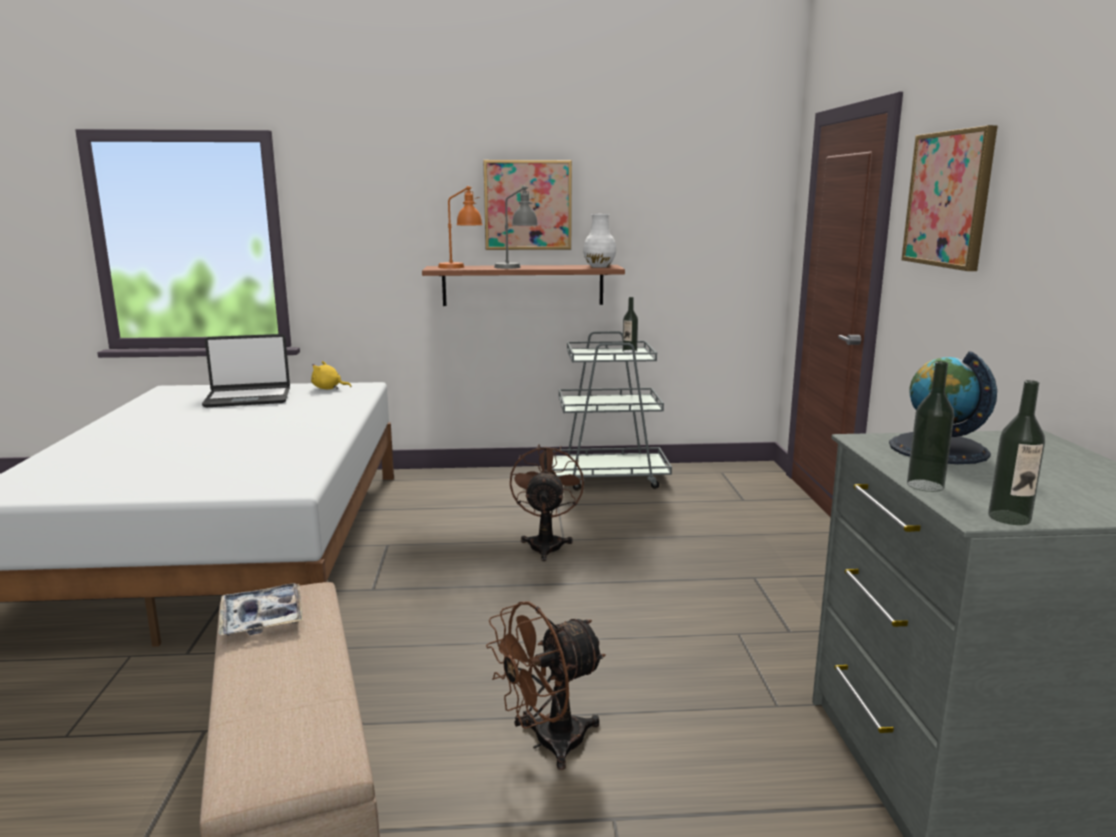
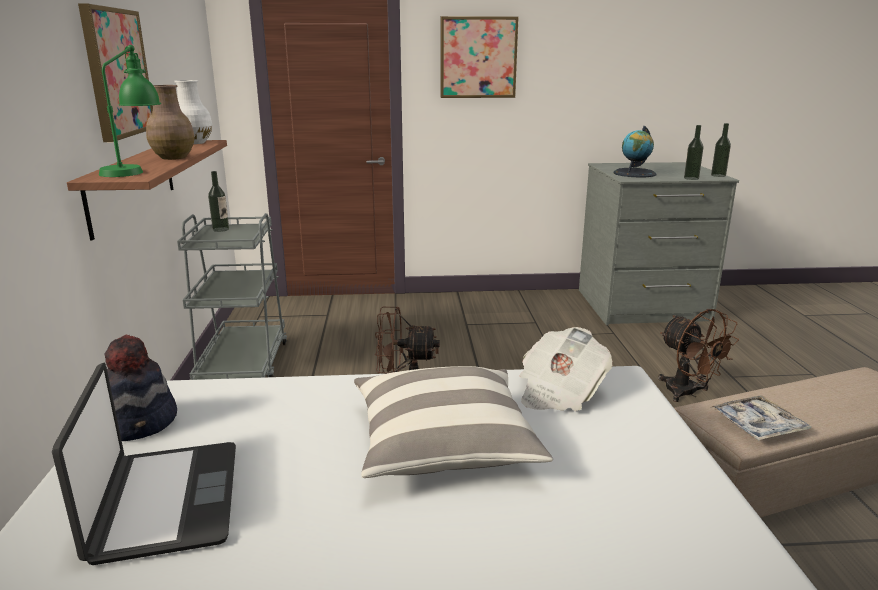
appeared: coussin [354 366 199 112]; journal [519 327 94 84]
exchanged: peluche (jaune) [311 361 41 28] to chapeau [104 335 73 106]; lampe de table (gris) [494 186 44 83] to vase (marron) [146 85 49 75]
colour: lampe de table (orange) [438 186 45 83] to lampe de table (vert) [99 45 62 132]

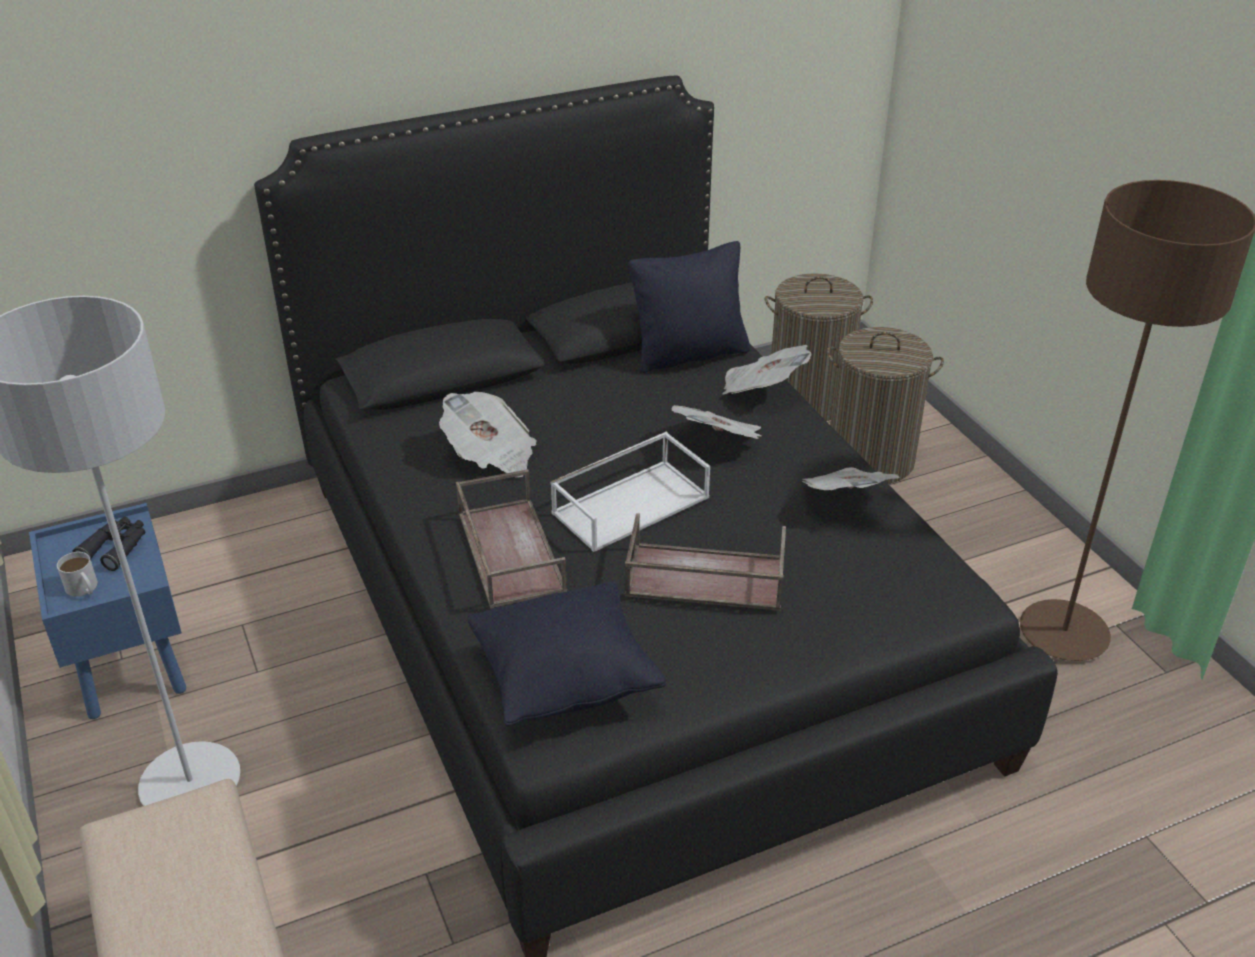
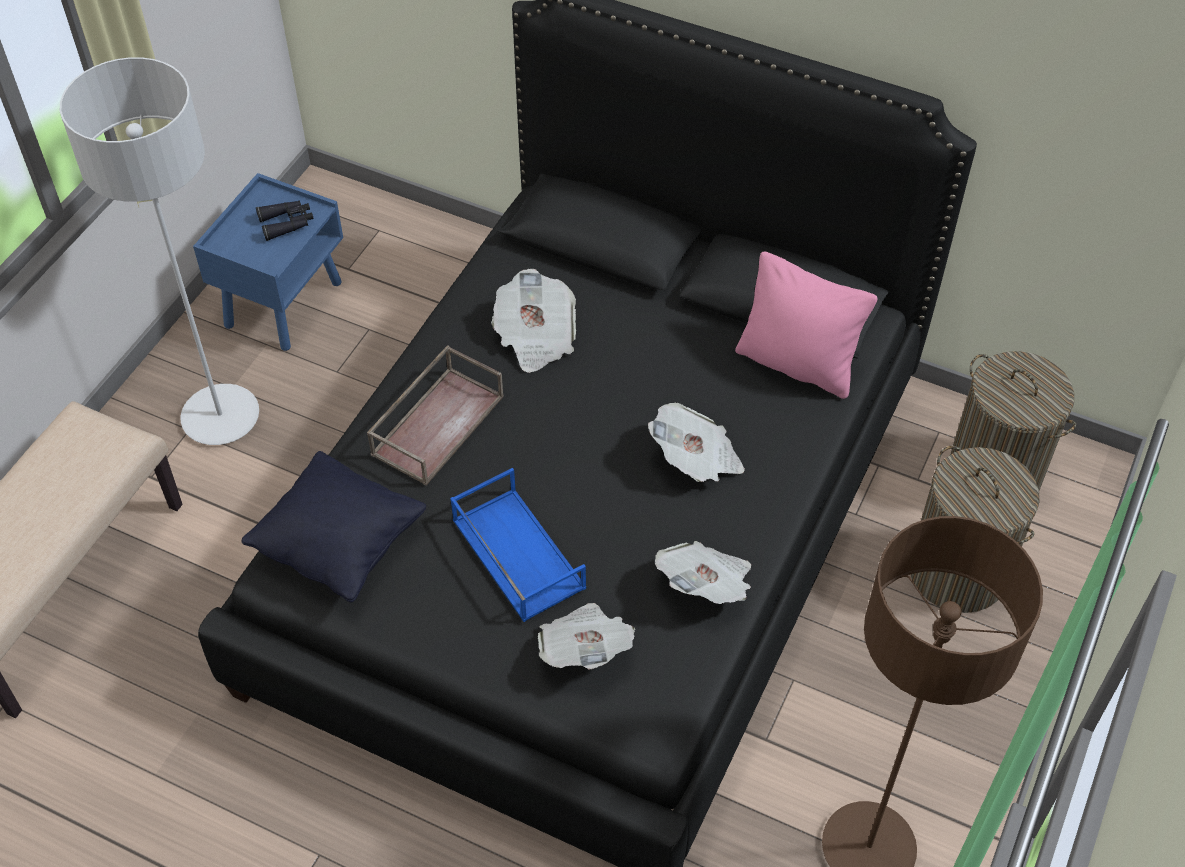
missing: mug (blanc) [57 552 41 44]; plateau (blanc) [550 432 160 120]
relocated: journal [723 345 88 50] to [538 603 97 67]
colour: plateau (marron) [625 513 161 98] to plateau (bleu) [450 468 136 154]; coussin (noir) [628 241 122 132] to coussin (rose) [735 251 143 148]

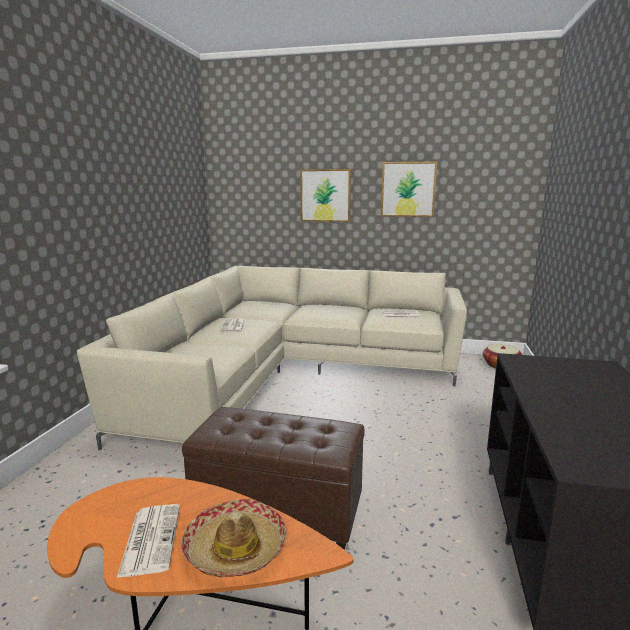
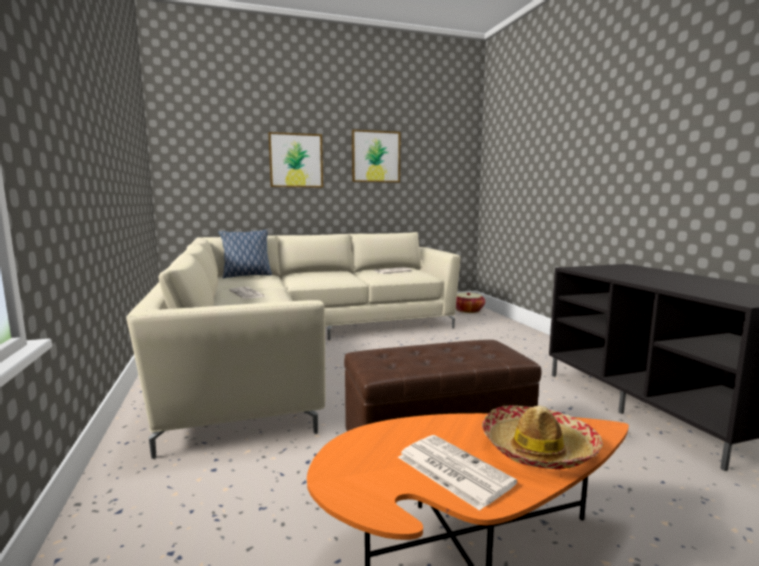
appeared: coussin [218 229 54 49]

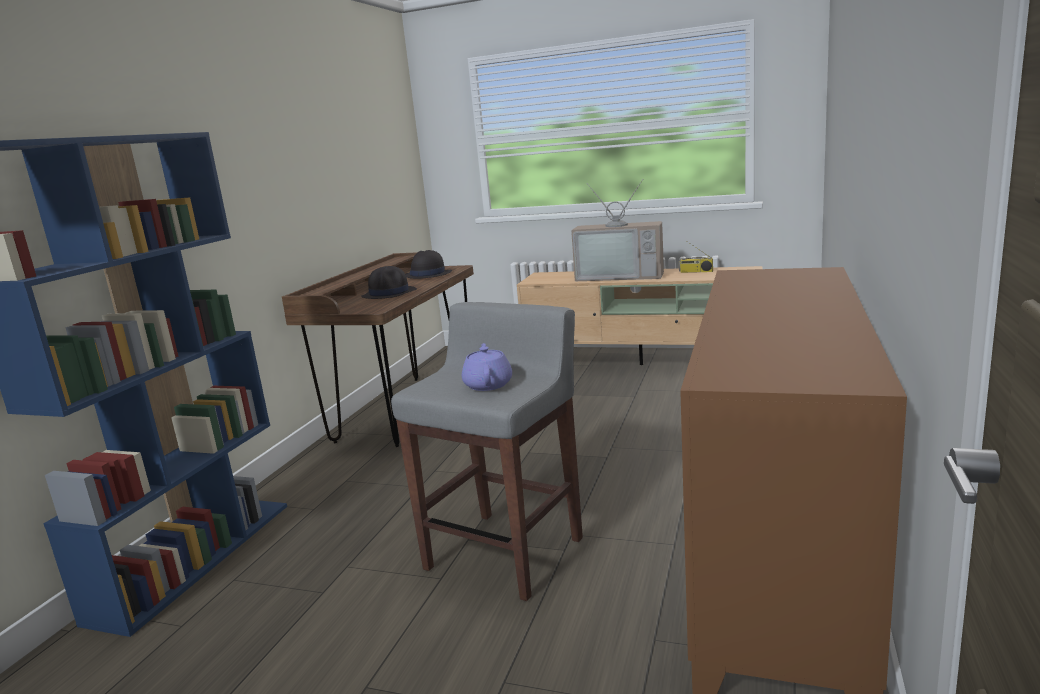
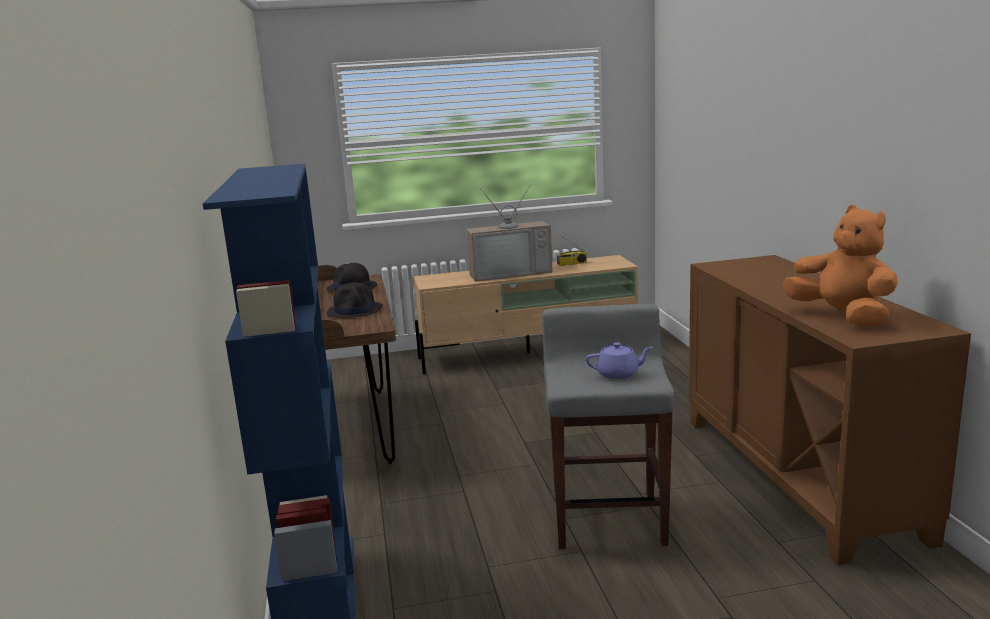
appeared: peluche (orange) [783 205 115 121]
spun: théière (violet) [462 343 50 48] = [586 342 67 37] 120 degrees clockwise

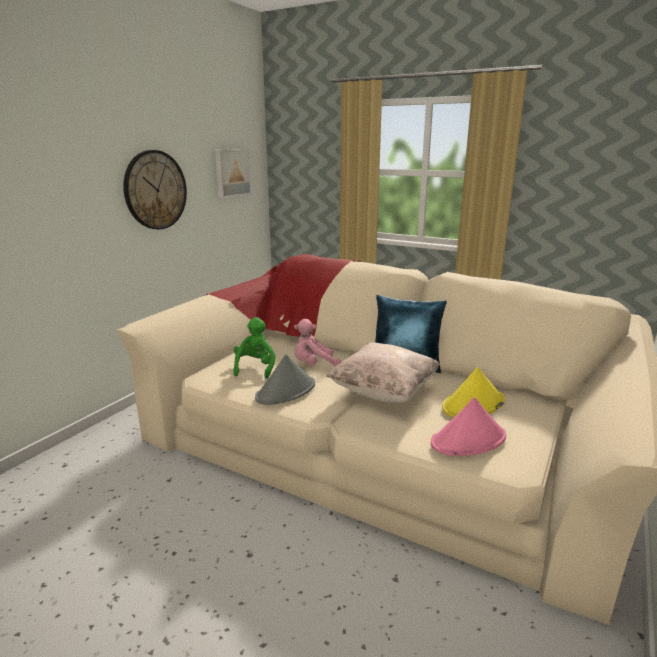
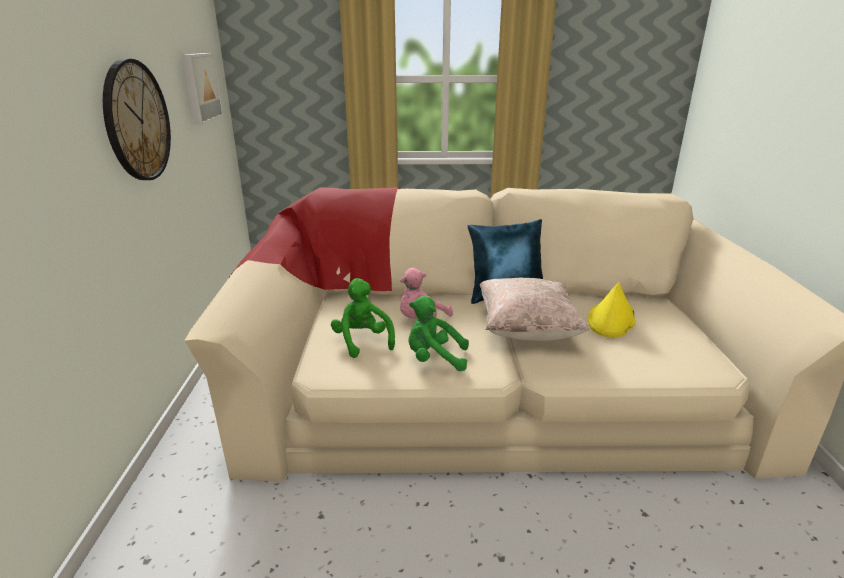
missing: chapeau (rose) [431 397 75 59]
exchanged: chapeau (gris) [255 354 60 51] to peluche (vert) [408 296 61 75]

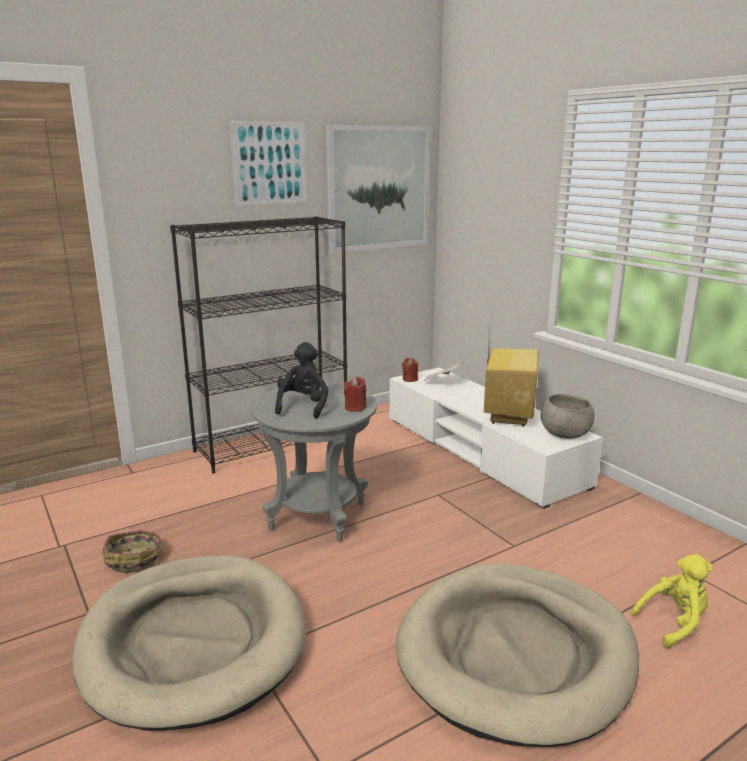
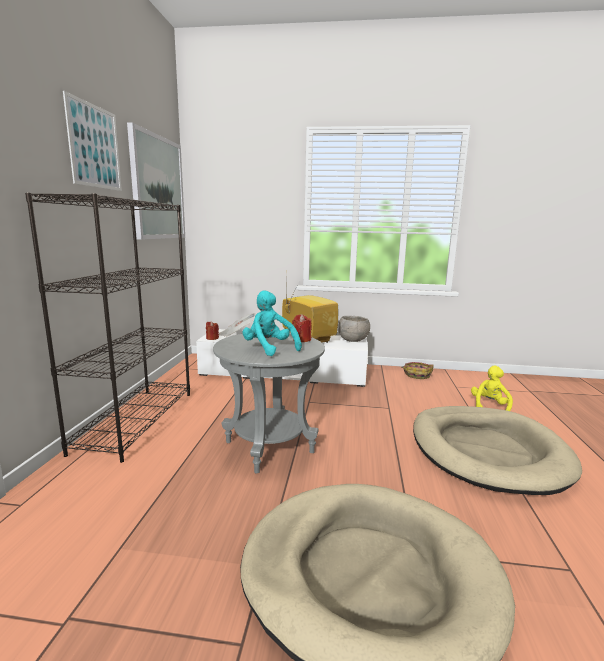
relocated: panier [102 530 62 43] to [402 362 31 17]
colour: peluche (noir) [275 342 53 77] to peluche (turquoise) [242 290 60 66]

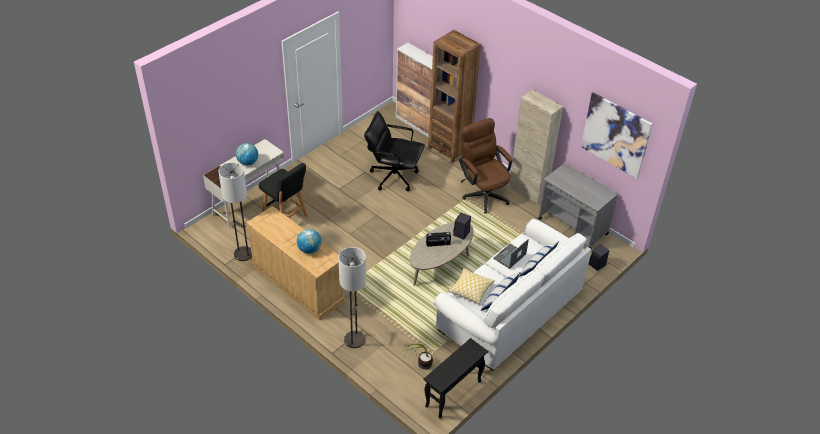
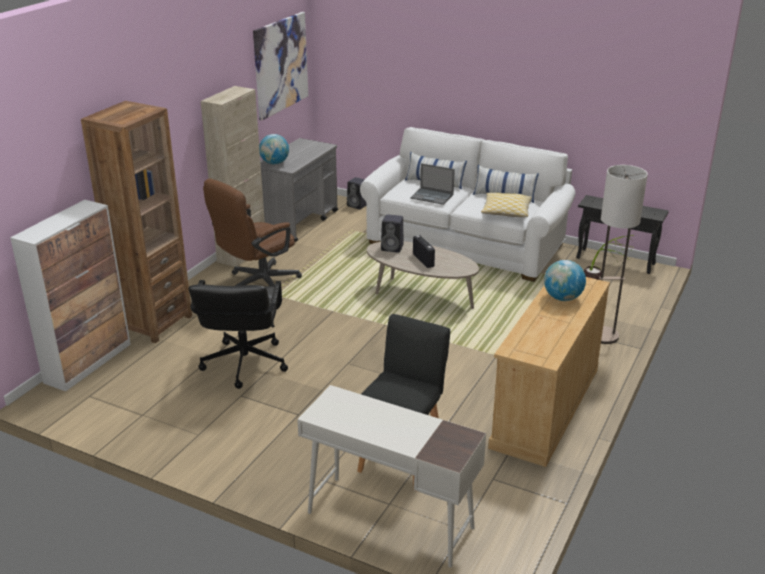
missing: lampadaire [219 162 33 99]
relocated: globe [236 143 22 22] to [259 134 30 30]

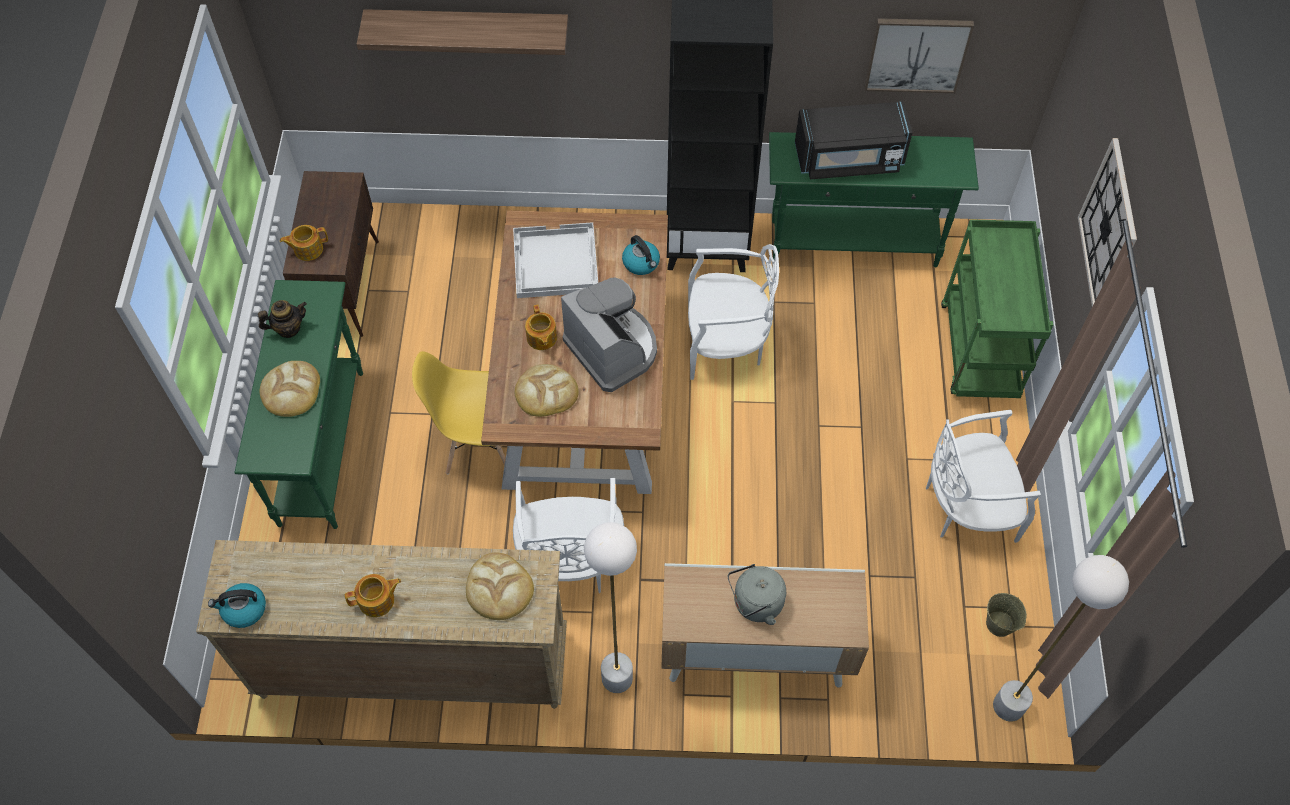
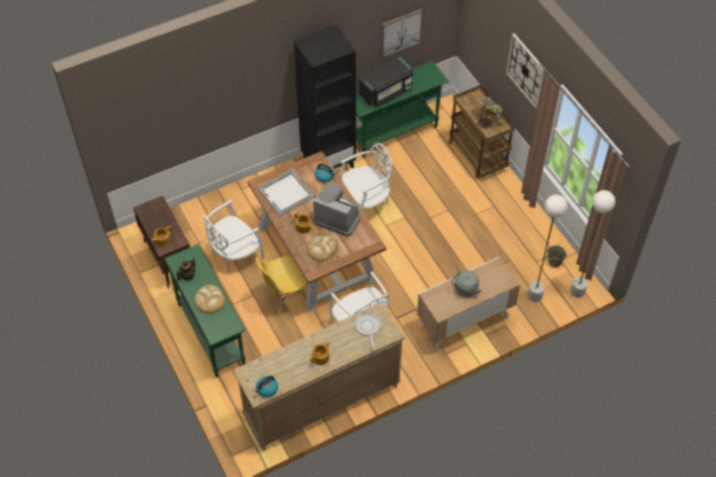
missing: étagère [357 9 211 46]
appeared: plante en pot [476 96 29 32]
relocated: chaise (blanc) [926 409 115 134] to [203 200 61 72]; lampadaire (blanc) [584 522 53 171] to [528 195 40 107]
exchanged: pain [466 553 68 67] to poêle [355 313 25 37]
colour: chariot (vert) [941 219 112 179] to chariot (marron) [449 85 66 93]

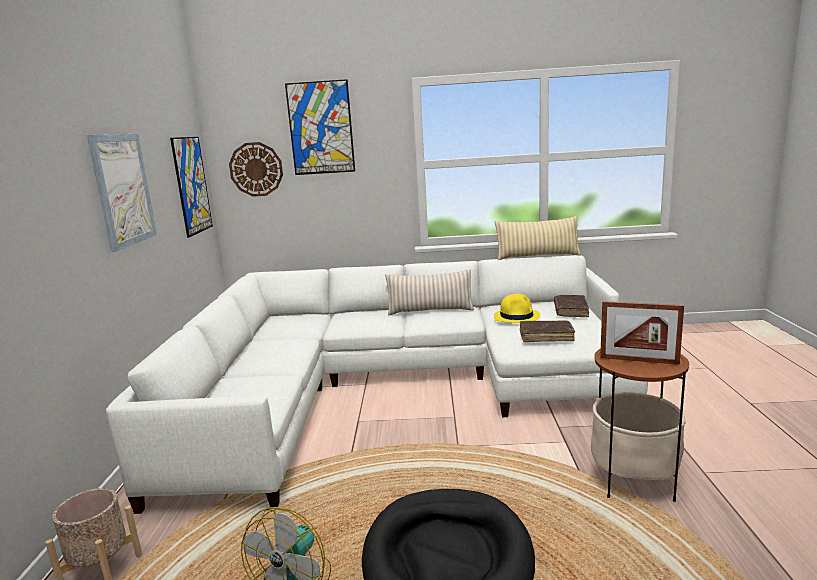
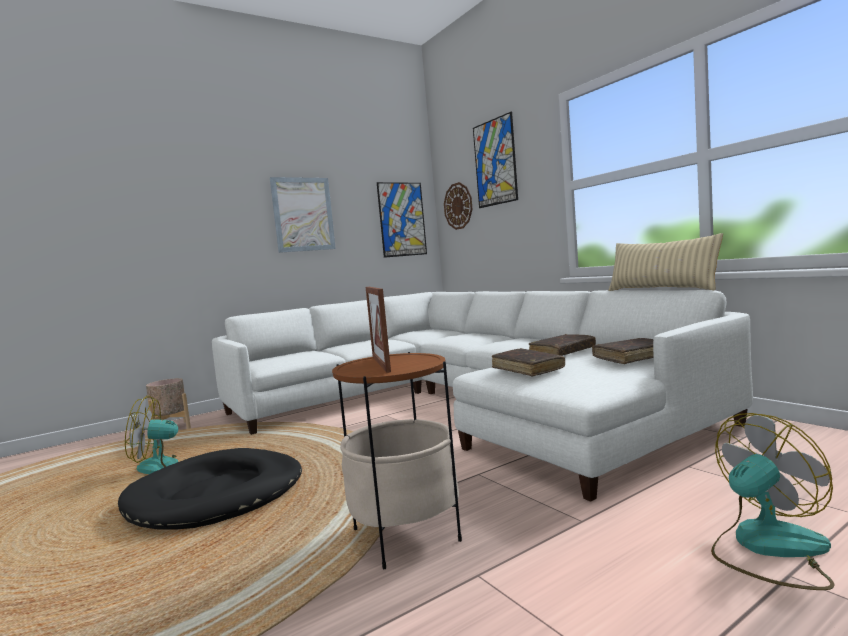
missing: coussin (beige) [385 269 89 46]
appeared: ventilateur [711 413 124 177]
exchanged: chapeau (jaune) [494 294 46 29] to livre (marron) [529 334 67 22]

